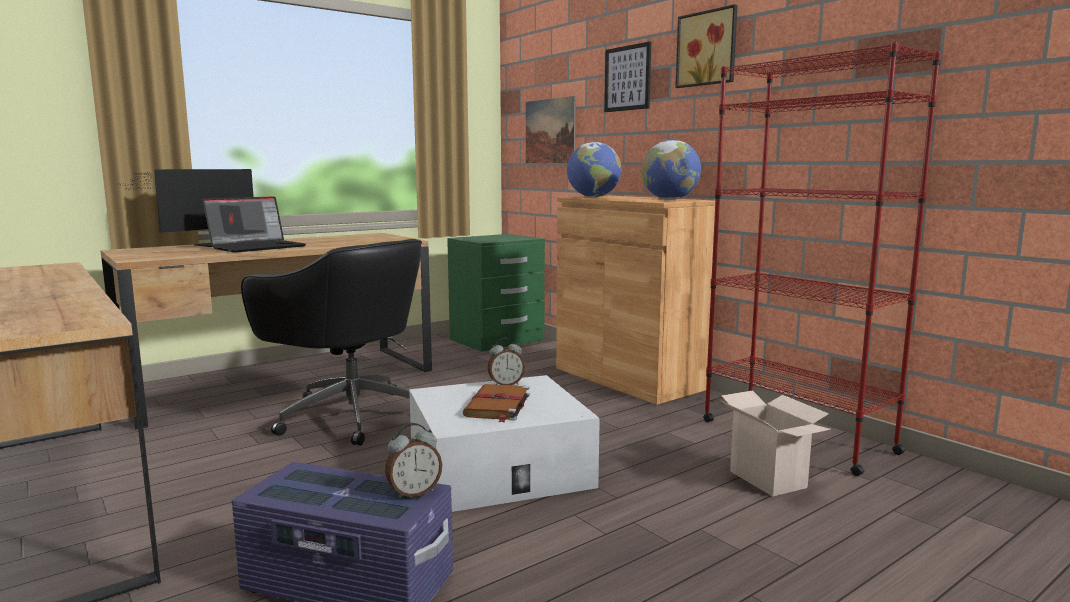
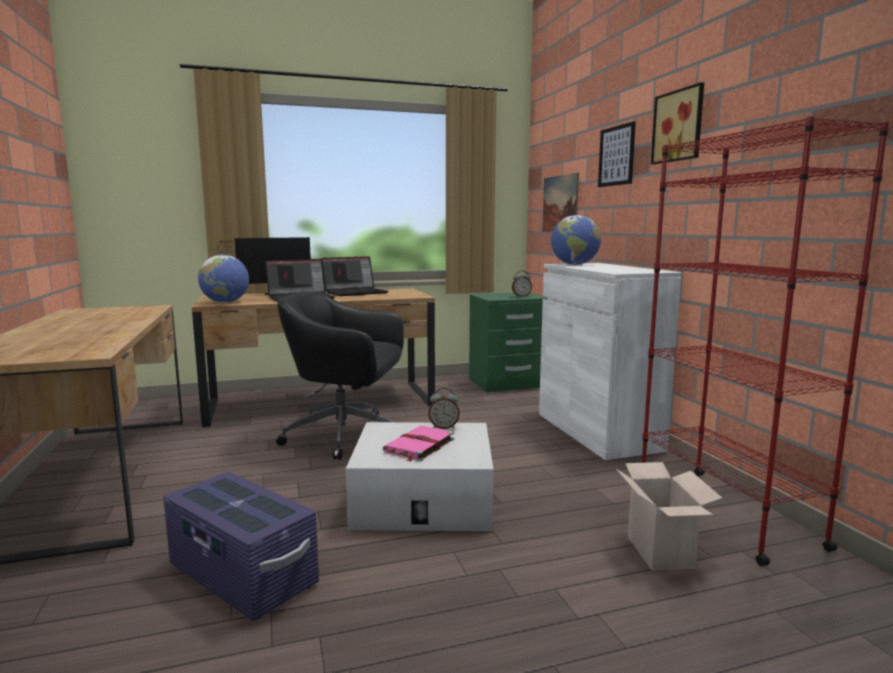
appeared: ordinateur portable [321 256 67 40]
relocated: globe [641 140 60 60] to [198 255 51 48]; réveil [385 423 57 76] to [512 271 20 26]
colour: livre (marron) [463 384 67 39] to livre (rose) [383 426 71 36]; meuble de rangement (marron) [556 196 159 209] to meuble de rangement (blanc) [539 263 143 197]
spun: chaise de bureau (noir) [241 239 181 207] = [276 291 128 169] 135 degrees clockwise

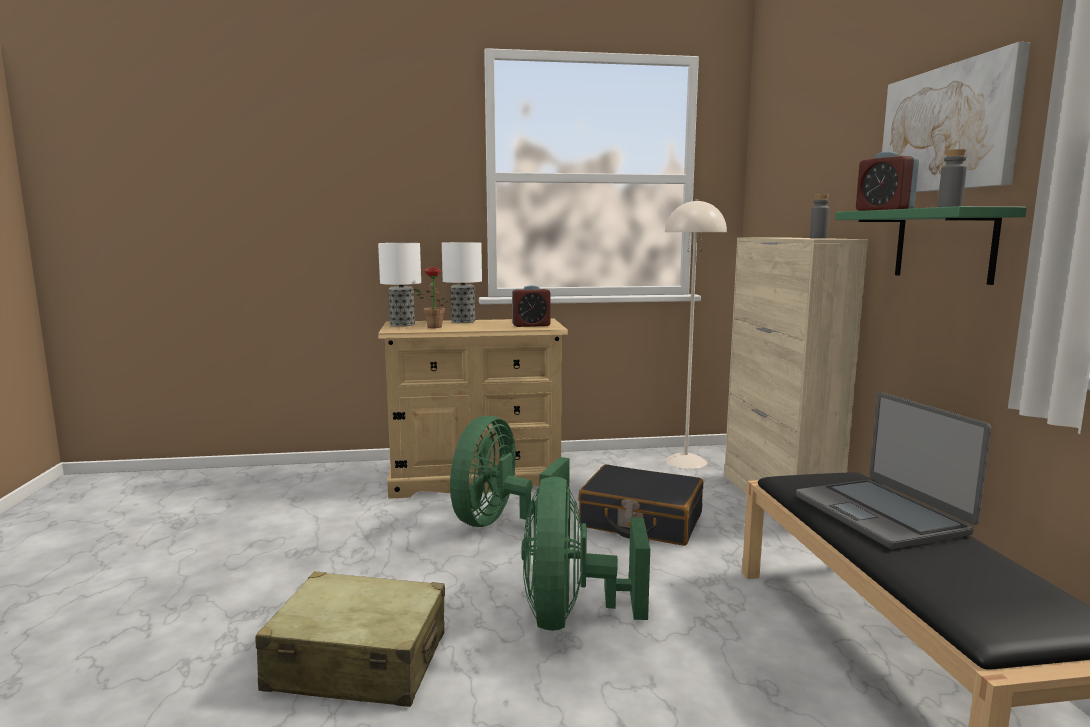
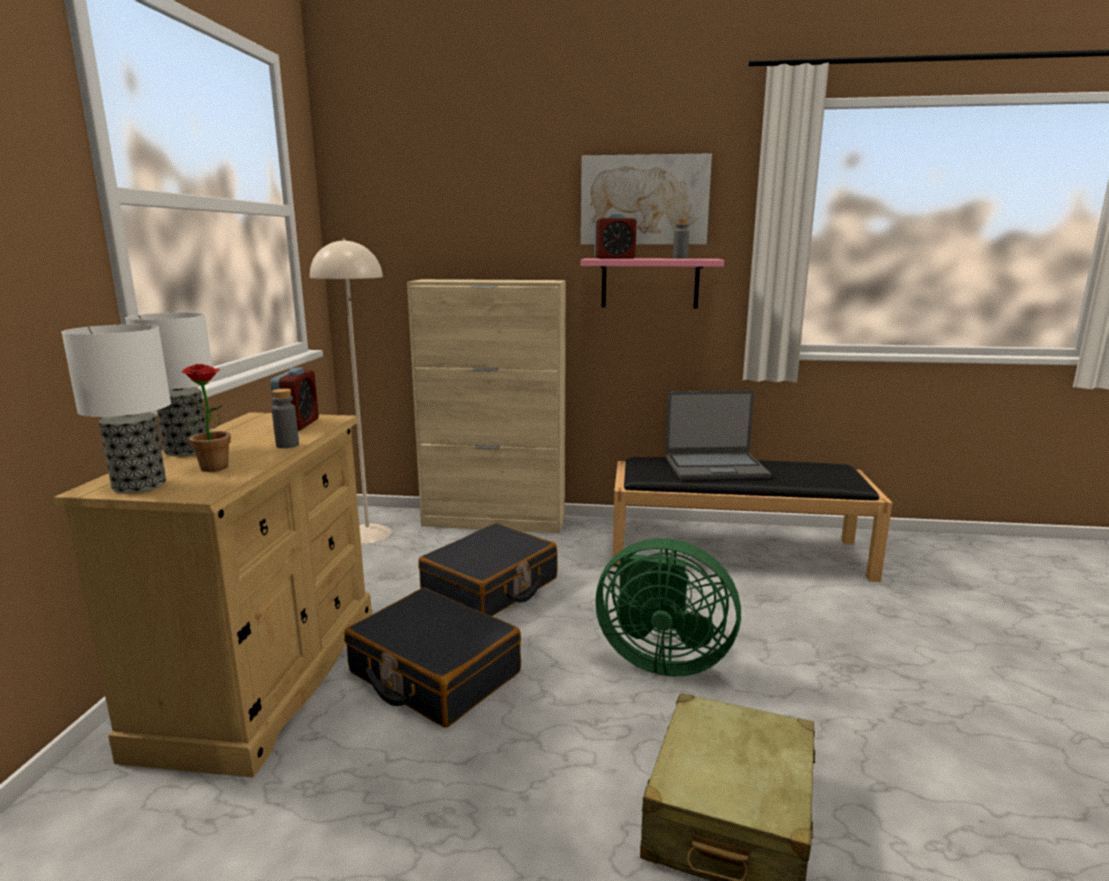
relocated: bouteille (gris) [810 194 20 45] to [272 389 27 59]
exchanged: ventilateur (vert) [450 416 120 111] to valise (noir) [344 588 177 139]
colour: étagère (vert) [835 206 192 79] to étagère (rose) [581 258 143 50]

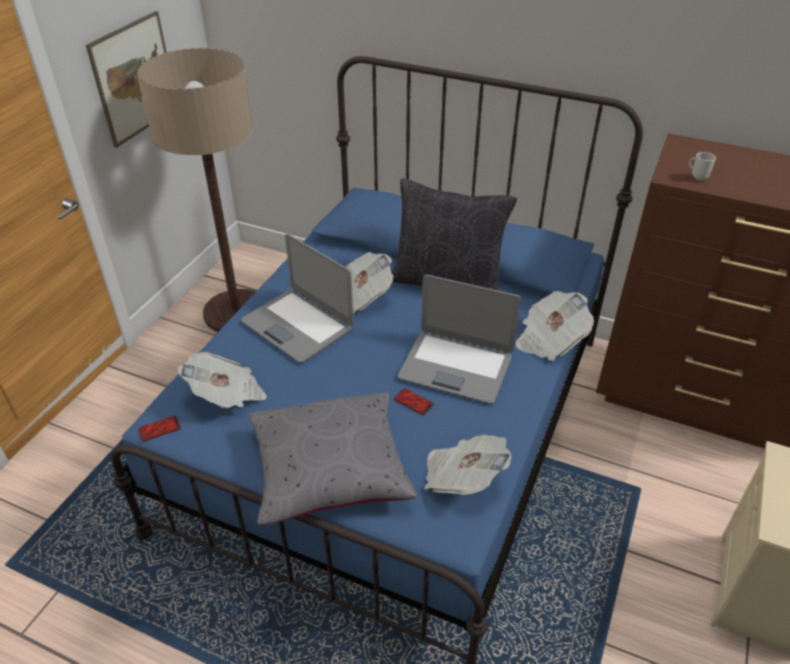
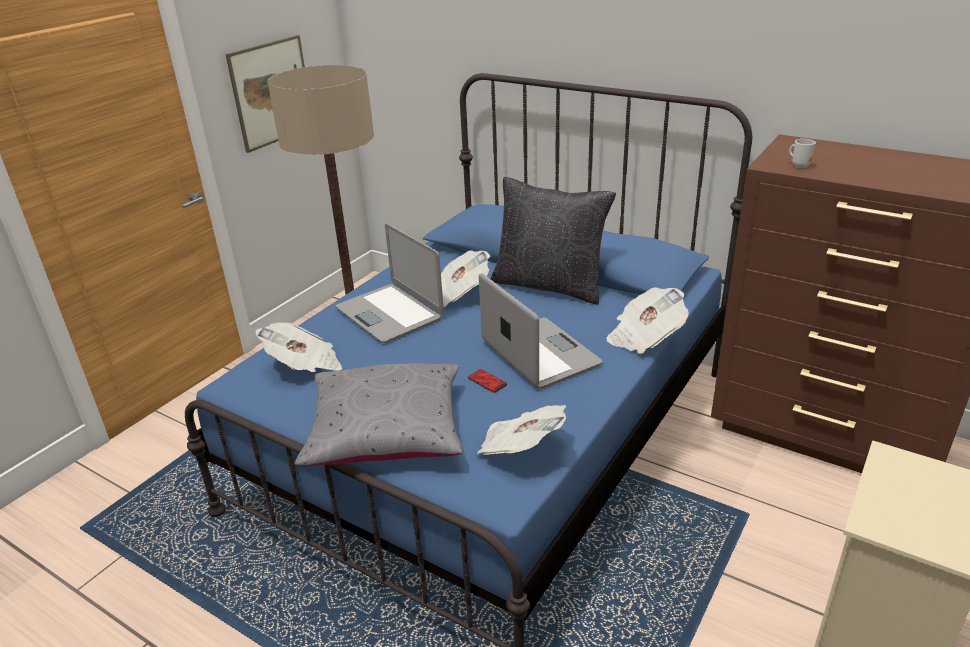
missing: téléphone [139 416 42 25]
spun: ordinateur portable [397 274 124 130] = [479 273 124 116] 150 degrees counterclockwise

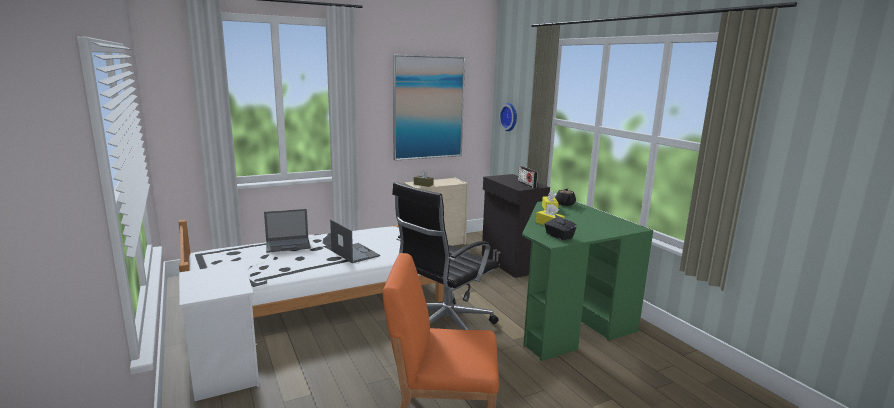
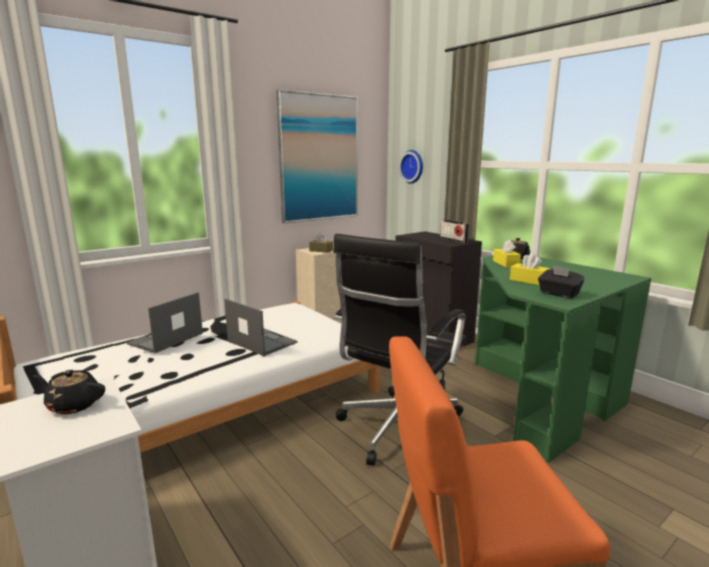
appeared: théière (noir) [33 370 72 44]
spun: ordinateur portable [264 209 47 44] = [126 292 77 61] 150 degrees clockwise

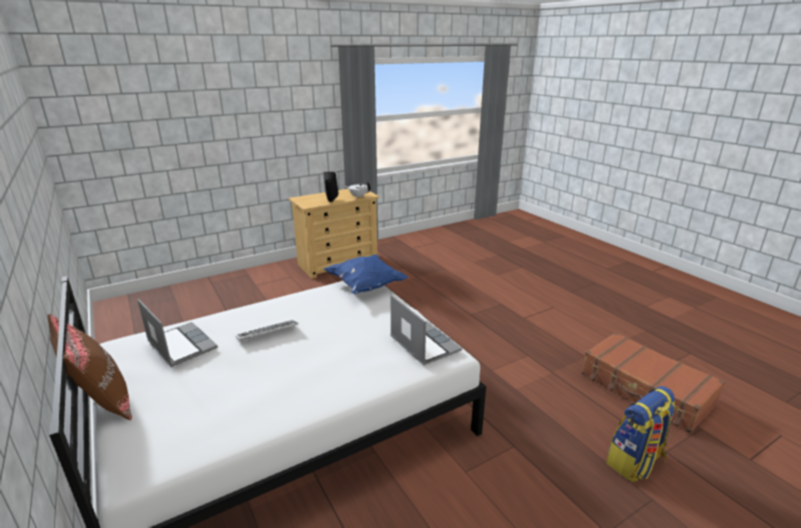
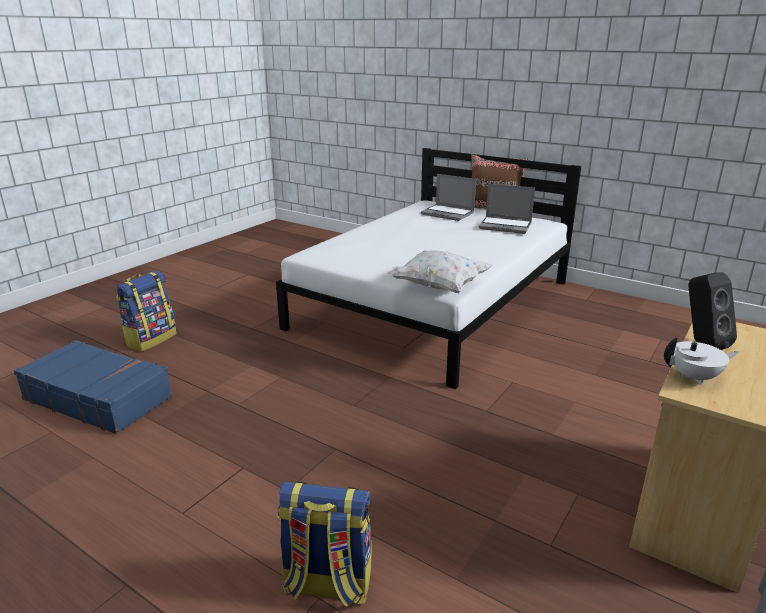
missing: clavier [236 320 62 21]
appeared: sac à dos [278 482 94 125]
relocated: ordinateur portable [390 295 72 70] to [421 174 55 47]
colour: valise (marron) [581 332 144 101] to valise (bleu) [14 340 158 94]; coussin (bleu) [324 254 84 40] to coussin (blanc) [387 250 106 43]

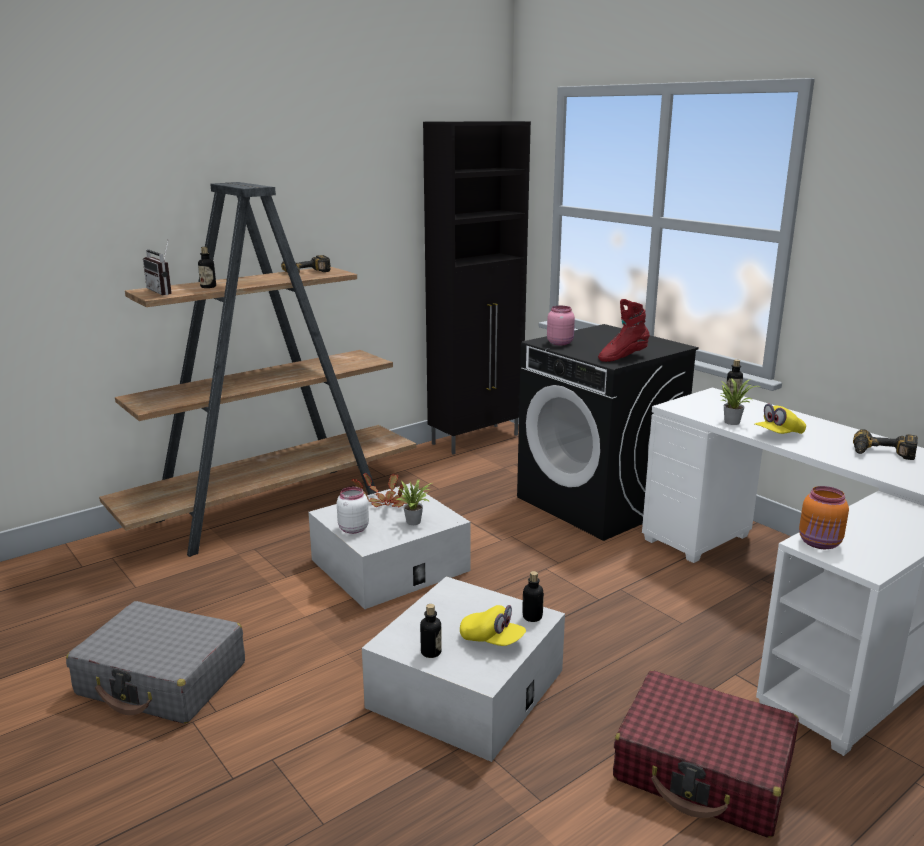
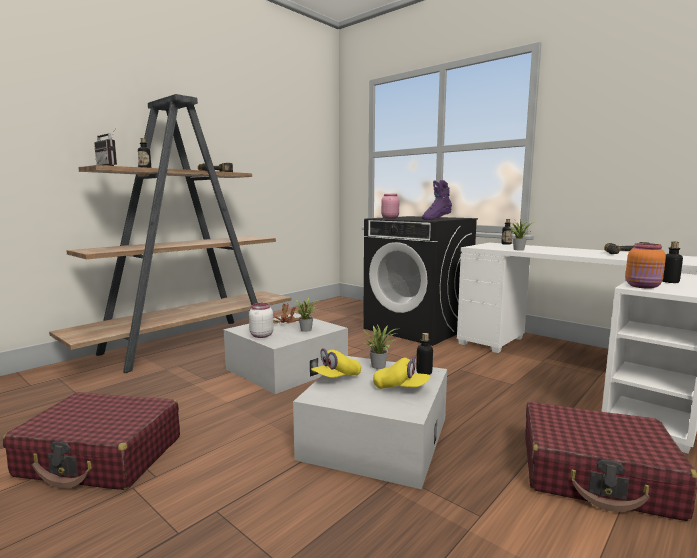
missing: meuble de rangement (noir) [423 121 108 334]
appeared: plante en pot [361 325 35 44]
relocated: casquette (jaune) [755 404 51 30] to [311 348 50 30]; bouteille [420 604 22 54] to [662 242 21 41]
colour: valise (gris) [66 601 179 123] to valise (rouge) [3 392 177 98]; botte (rouge) [598 299 52 63] to botte (violet) [422 180 30 40]

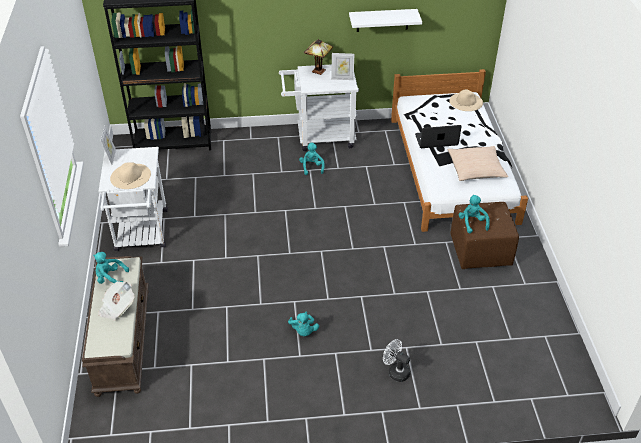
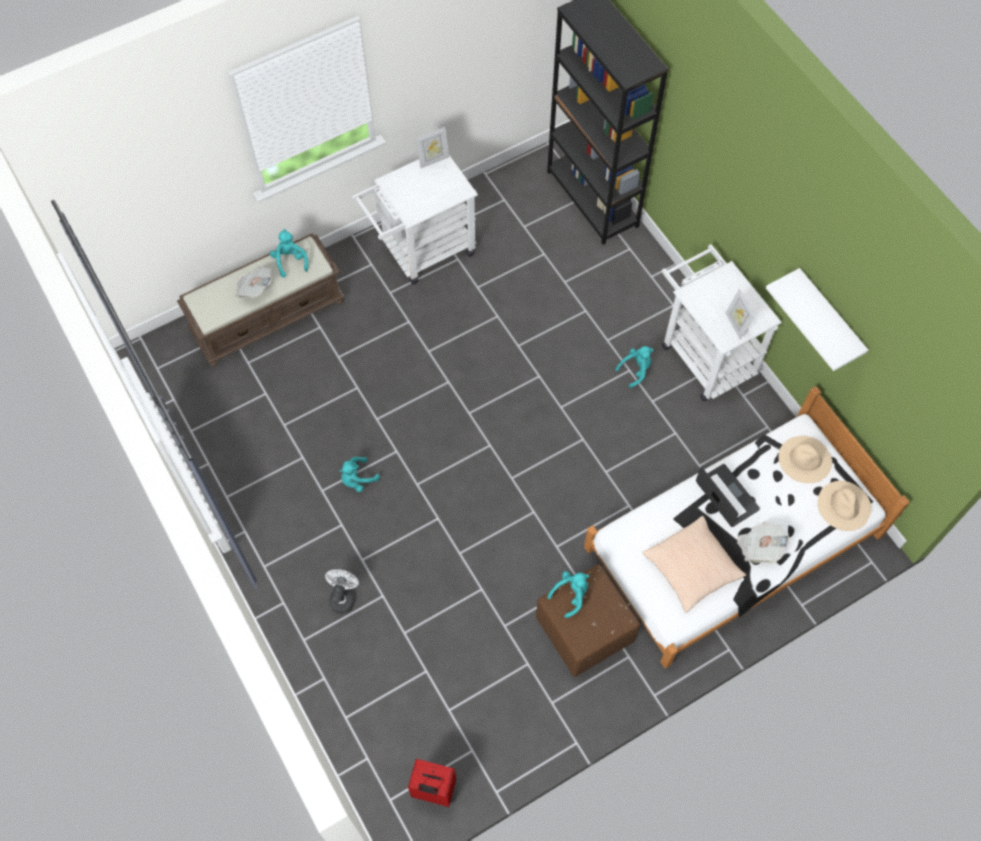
missing: lampe de table [304 39 29 36]
appeared: valise (rouge) [408 759 48 48]; journal [737 522 53 41]
relocated: chapeau (beige) [110 162 41 27] to [778 436 54 47]

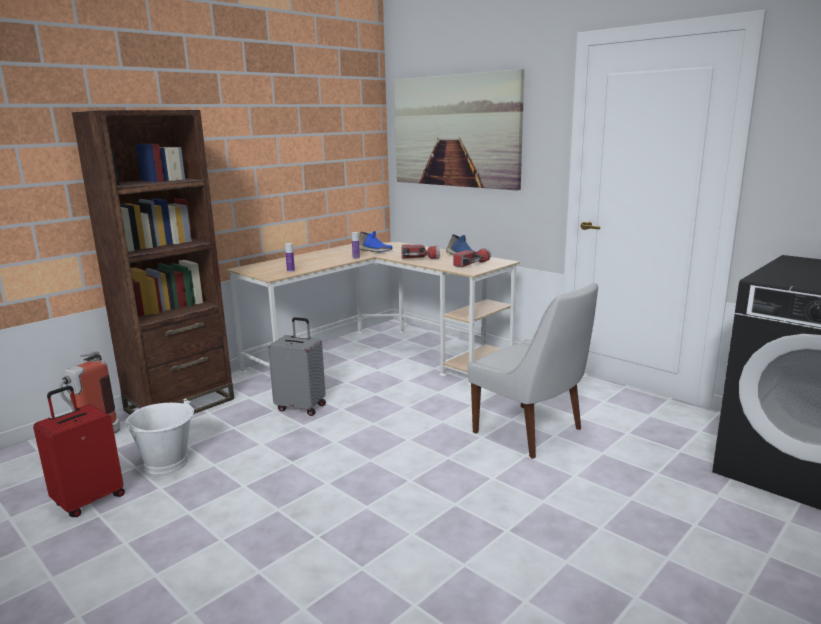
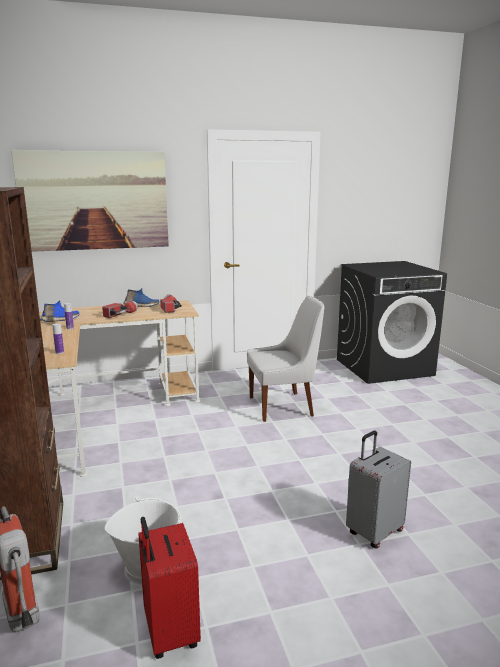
relocated: valise (gris) [268 317 58 99] to [346 431 65 117]

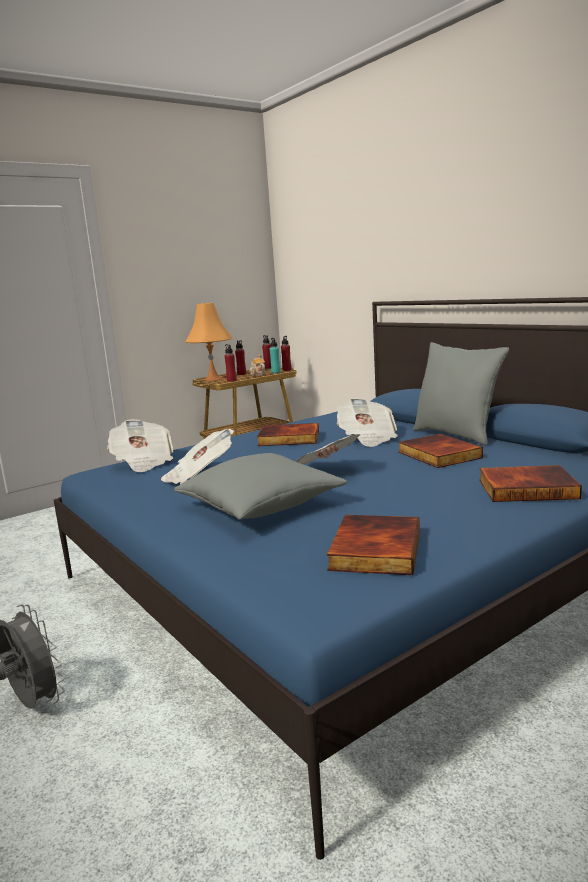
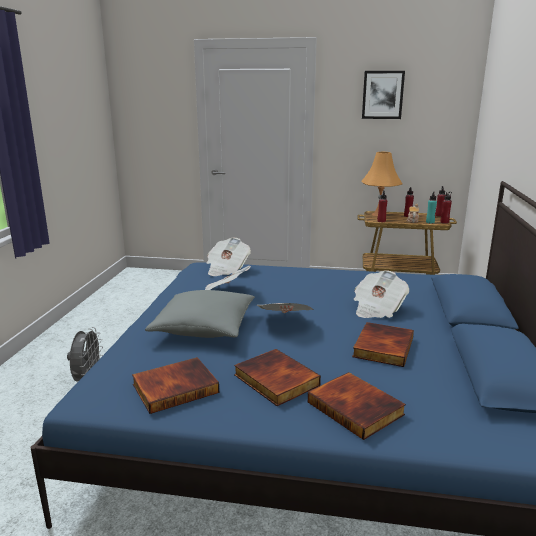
missing: coussin (gris) [413 342 96 104]
appeared: tableau [362 71 43 48]
relocated: livre [257 423 62 23] to [234 349 87 57]

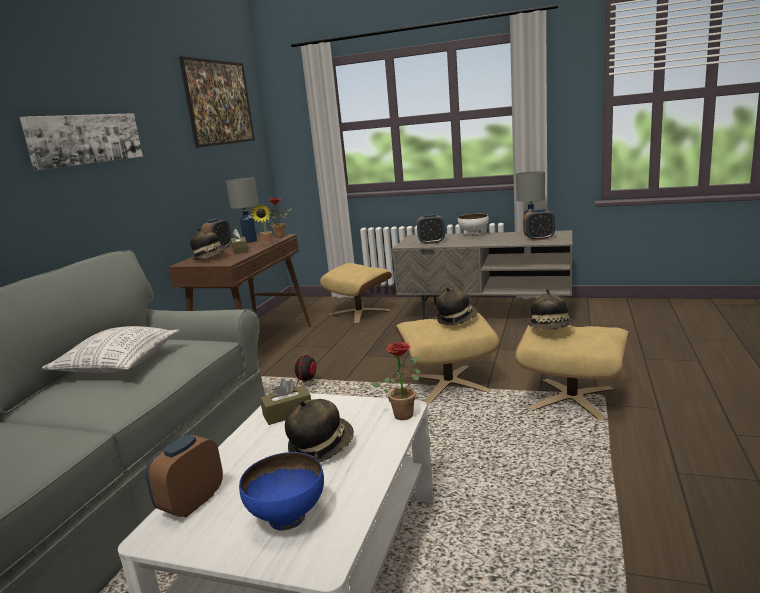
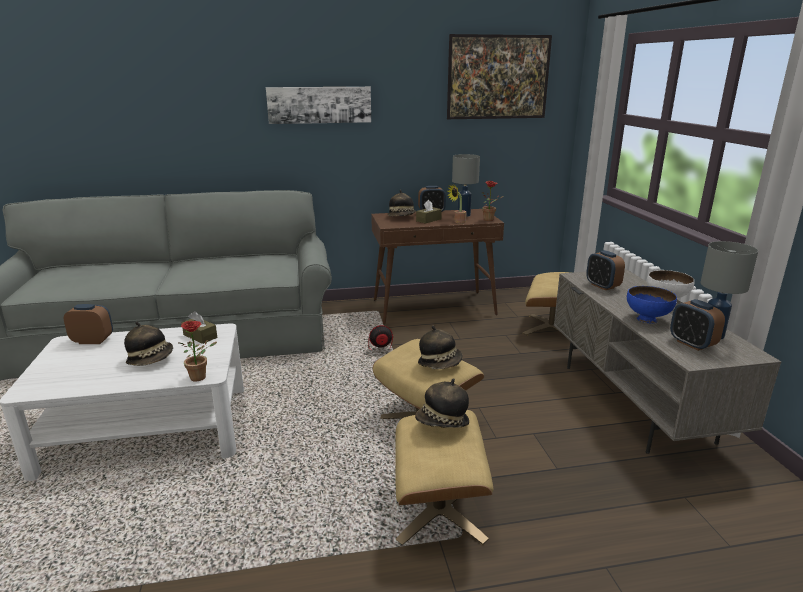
missing: coussin [42 326 138 47]
relocated: bol (bleu) [239 452 85 79] to [627 286 50 37]

